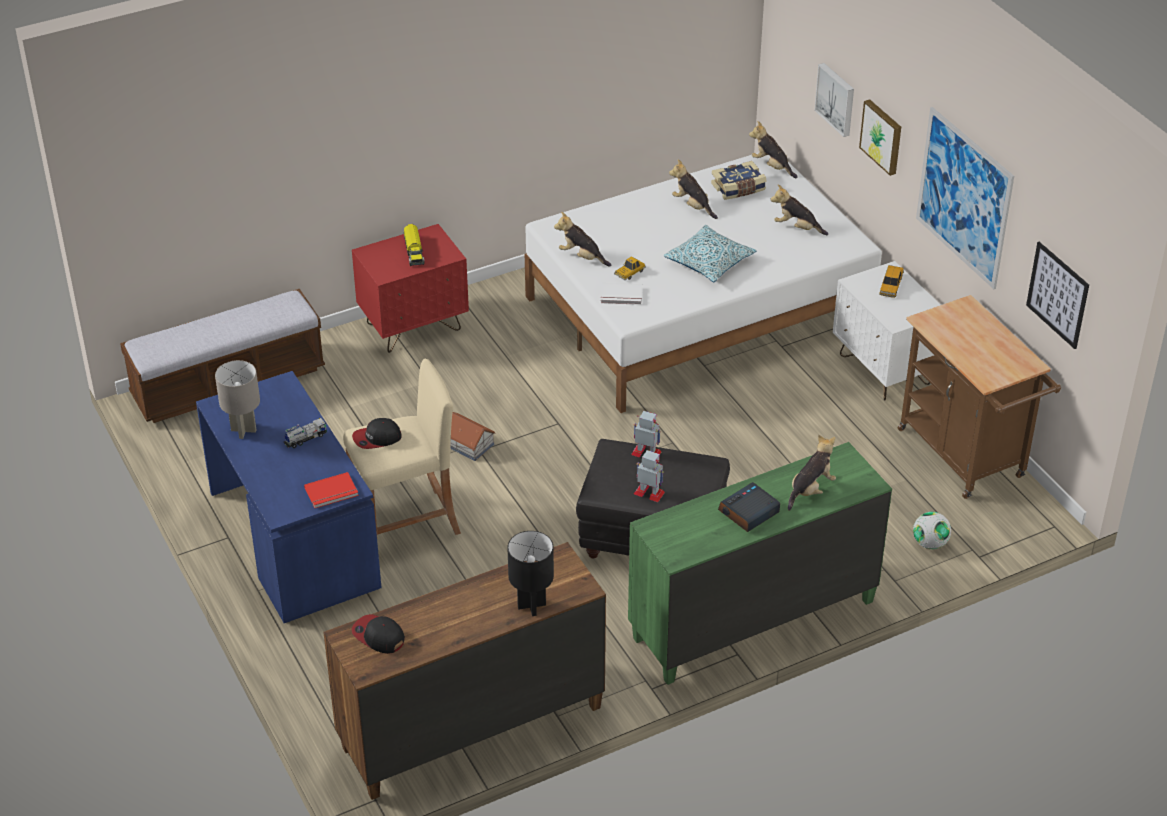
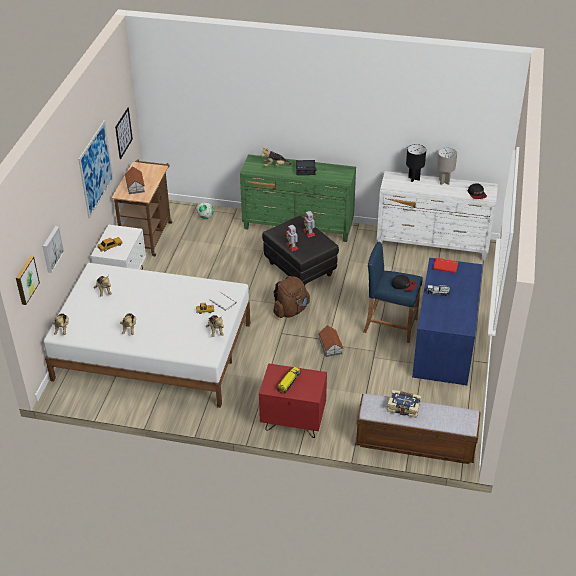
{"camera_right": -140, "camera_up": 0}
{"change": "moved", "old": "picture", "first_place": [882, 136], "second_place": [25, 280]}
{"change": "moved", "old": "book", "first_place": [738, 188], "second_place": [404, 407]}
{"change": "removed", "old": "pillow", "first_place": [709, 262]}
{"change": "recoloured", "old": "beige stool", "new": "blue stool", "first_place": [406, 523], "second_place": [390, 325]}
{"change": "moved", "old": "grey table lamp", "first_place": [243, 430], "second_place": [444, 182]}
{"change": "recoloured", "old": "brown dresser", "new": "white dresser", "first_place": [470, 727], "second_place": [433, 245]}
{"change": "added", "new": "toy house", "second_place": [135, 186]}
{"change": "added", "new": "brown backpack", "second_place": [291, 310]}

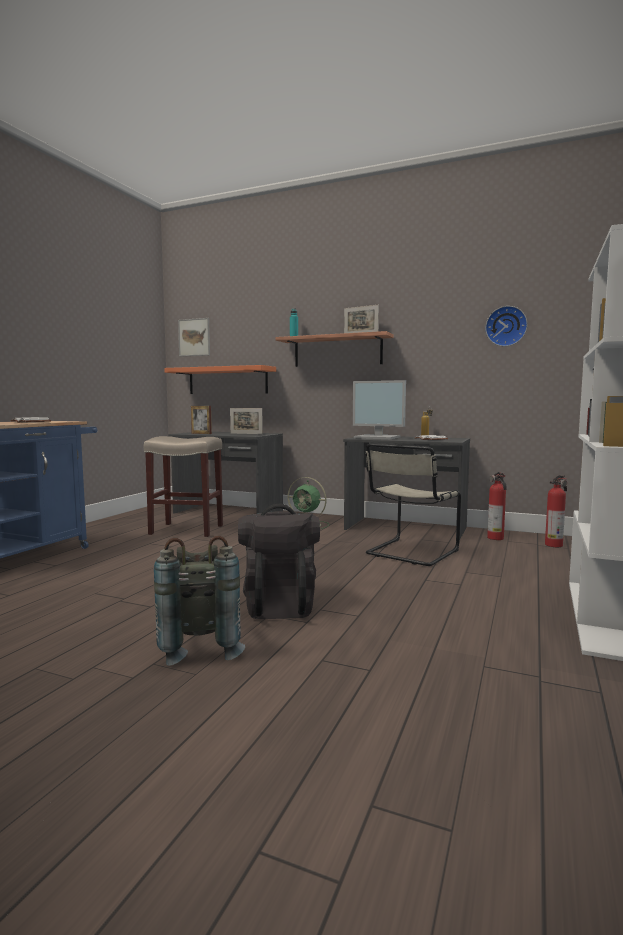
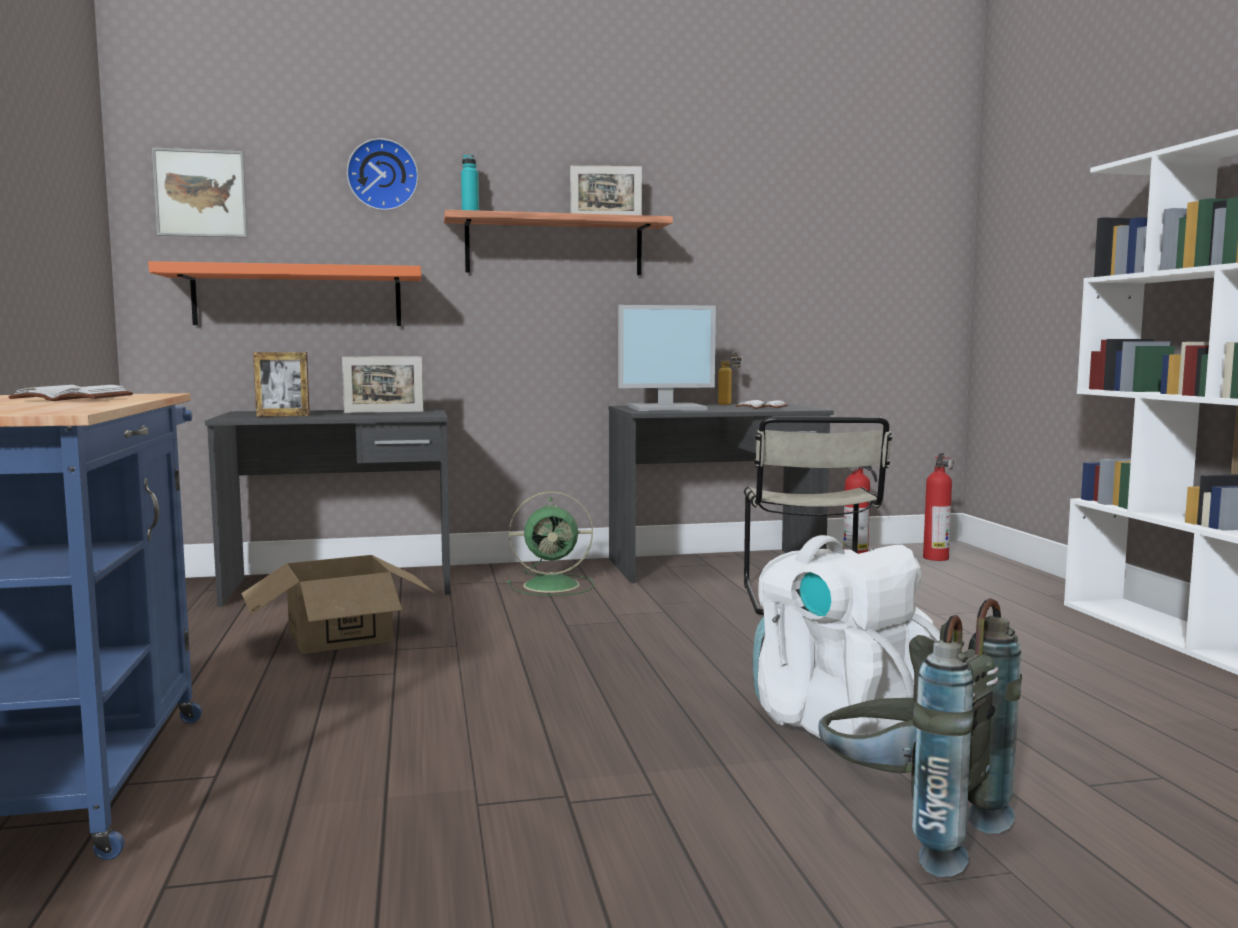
{"camera_right": -35, "camera_up": 0}
{"change": "moved", "old": "wall clock", "first_place": [506, 326], "second_place": [383, 175]}
{"change": "replaced", "old": "beige stool", "new": "cardboard box", "first_place": [185, 530], "second_place": [339, 635]}
{"change": "recoloured", "old": "black backpack", "new": "white backpack", "first_place": [279, 604], "second_place": [840, 724]}

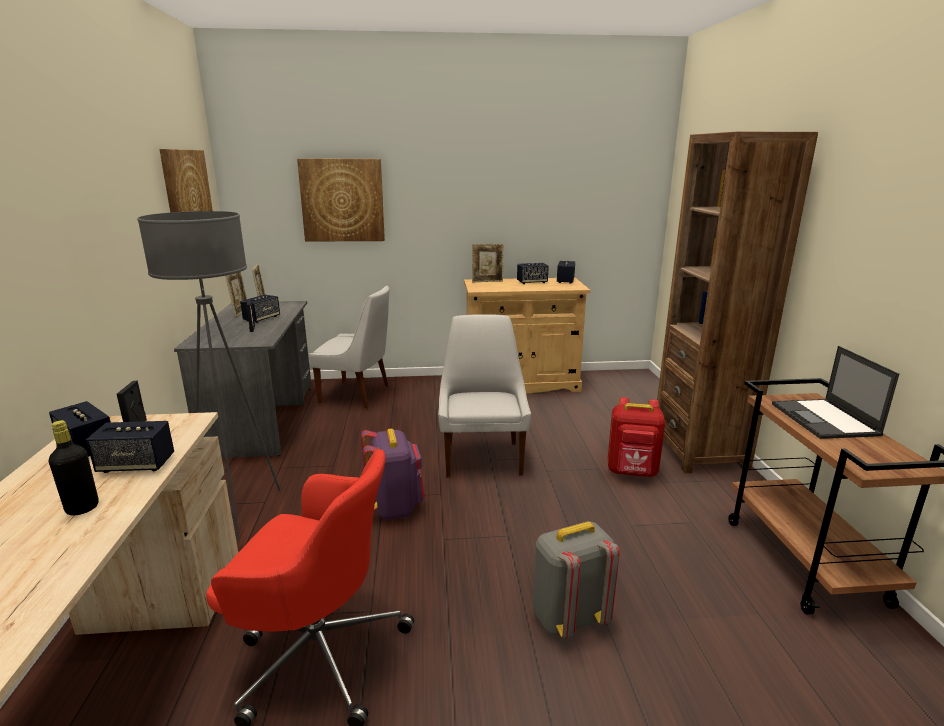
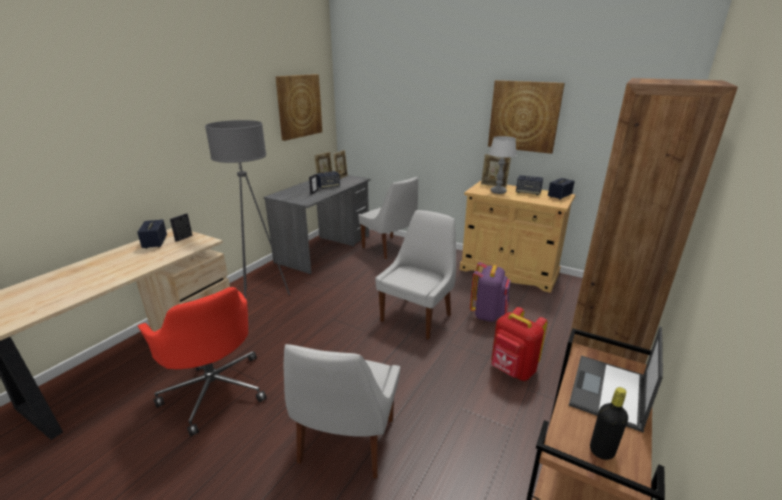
{"camera_right": 35, "camera_up": 5}
{"change": "moved", "old": "picture", "first_place": [342, 200], "second_place": [524, 116]}
{"change": "moved", "old": "black bottle", "first_place": [82, 508], "second_place": [602, 451]}
{"change": "removed", "old": "speaker", "first_place": [136, 465]}
{"change": "moved", "old": "purple backpack", "first_place": [395, 507], "second_place": [488, 314]}
{"change": "replaced", "old": "grey backpack", "new": "white chair", "first_place": [568, 618], "second_place": [345, 443]}
{"change": "added", "new": "table lamp", "second_place": [498, 192]}

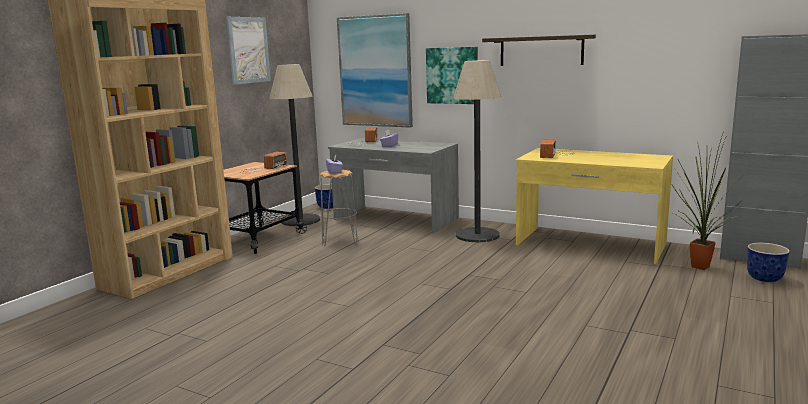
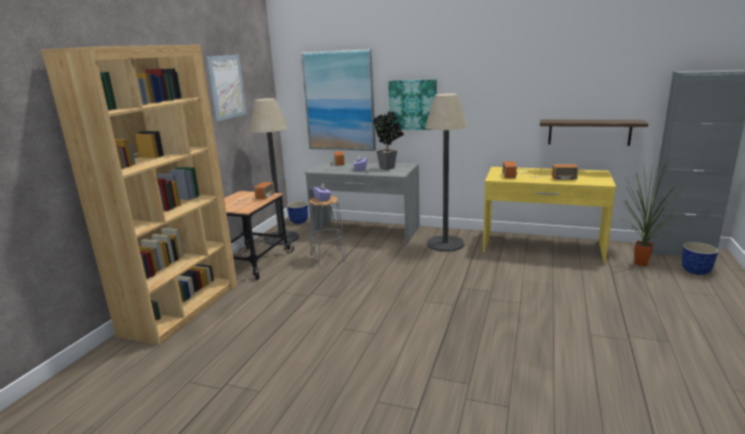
{"camera_right": -10, "camera_up": 5}
{"change": "moved", "old": "shelf", "first_place": [541, 51], "second_place": [589, 132]}
{"change": "added", "new": "potted plant", "second_place": [389, 168]}
{"change": "added", "new": "radio", "second_place": [550, 176]}

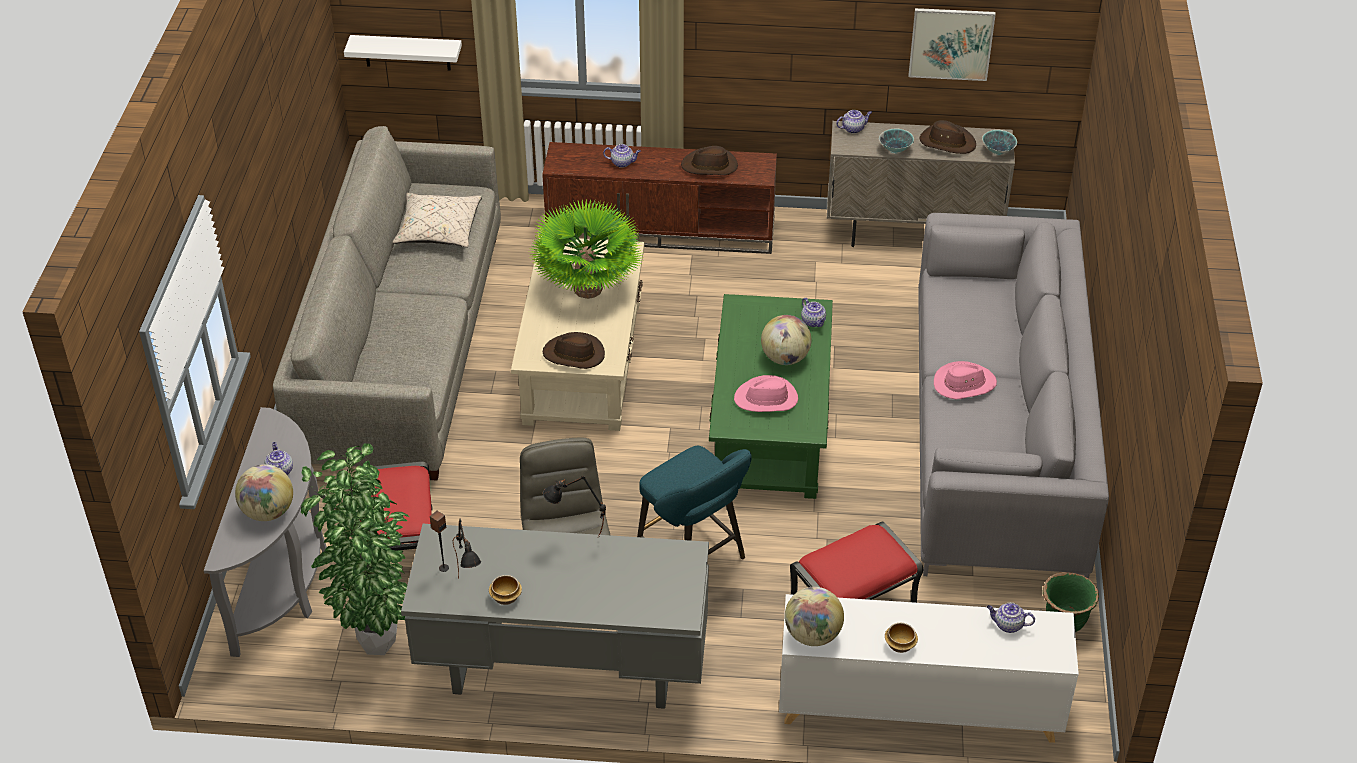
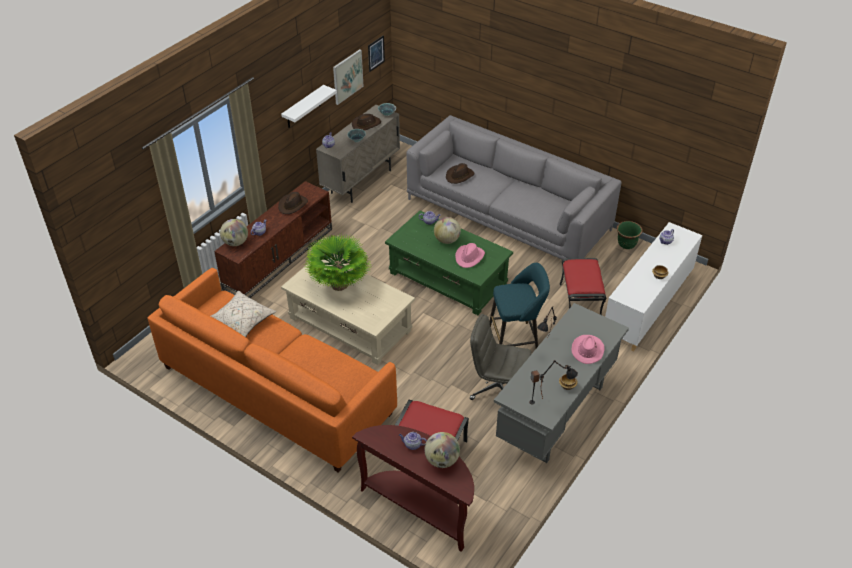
{"camera_right": -60, "camera_up": 0}
{"change": "moved", "old": "white shelf", "first_place": [407, 52], "second_place": [303, 107]}
{"change": "recoloured", "old": "grey sofa", "new": "orange sofa", "first_place": [402, 347], "second_place": [276, 390]}
{"change": "moved", "old": "brown hat", "first_place": [574, 354], "second_place": [459, 176]}
{"change": "moved", "old": "pink hat", "first_place": [964, 384], "second_place": [587, 350]}
{"change": "recoloured", "old": "grey console table", "new": "brown console table", "first_place": [284, 581], "second_place": [420, 507]}
{"change": "removed", "old": "potted plant", "first_place": [375, 641]}
{"change": "moved", "old": "globe", "first_place": [812, 635], "second_place": [235, 243]}
{"change": "added", "new": "picture", "second_place": [376, 53]}

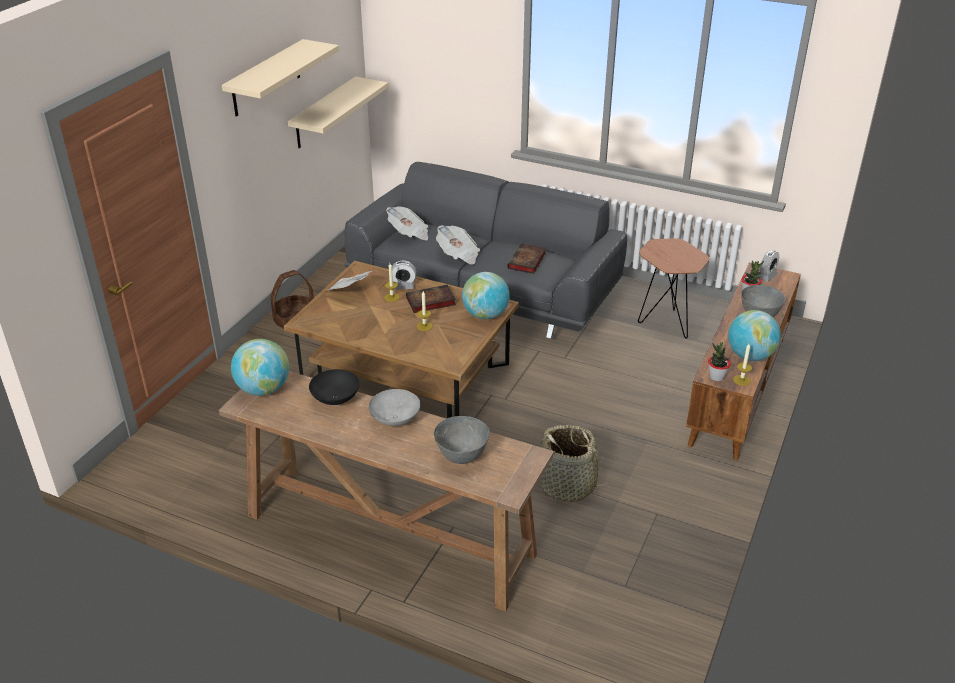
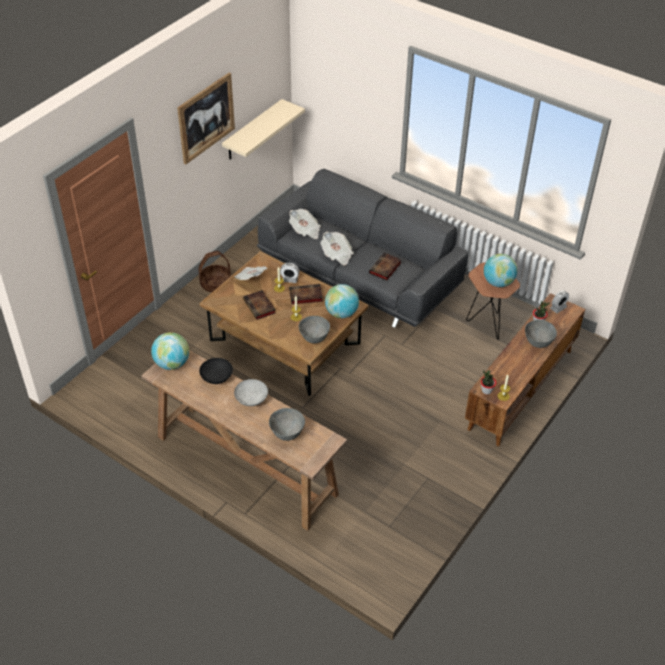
{"camera_right": 10, "camera_up": 10}
{"change": "replaced", "old": "beige shelf", "new": "picture", "first_place": [266, 78], "second_place": [206, 118]}
{"change": "moved", "old": "globe", "first_place": [750, 356], "second_place": [498, 282]}
{"change": "removed", "old": "basket", "first_place": [568, 485]}
{"change": "added", "new": "book", "second_place": [260, 307]}
{"change": "added", "new": "grey bowl", "second_place": [314, 338]}

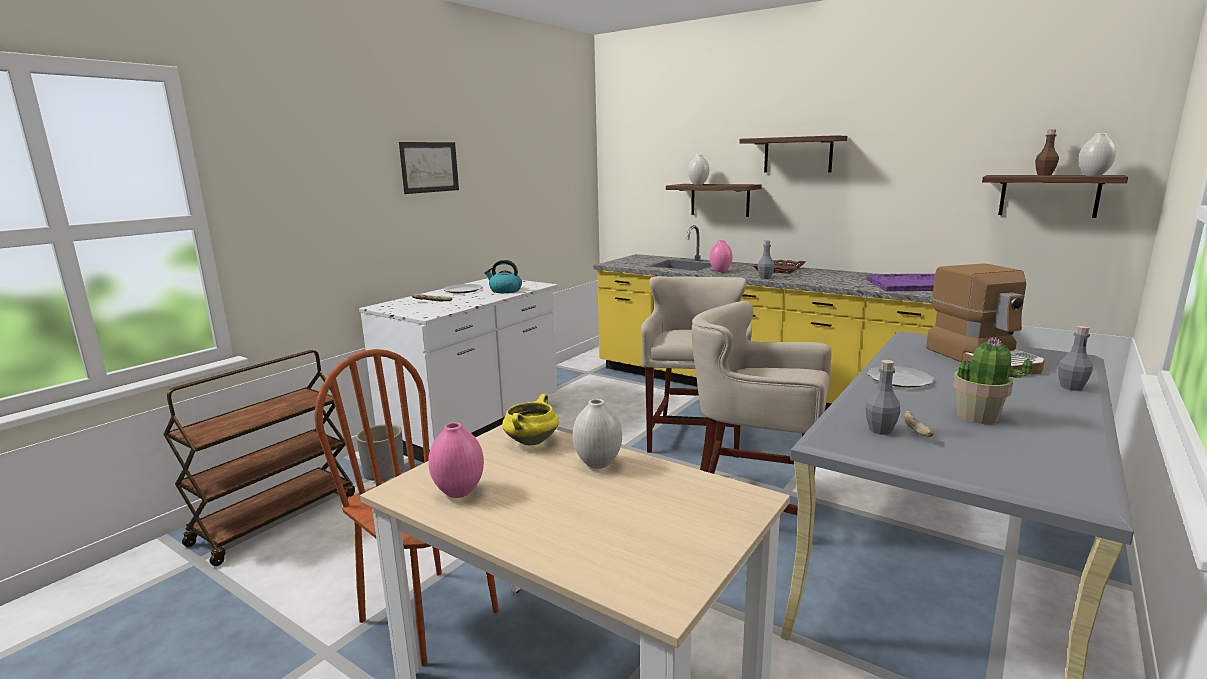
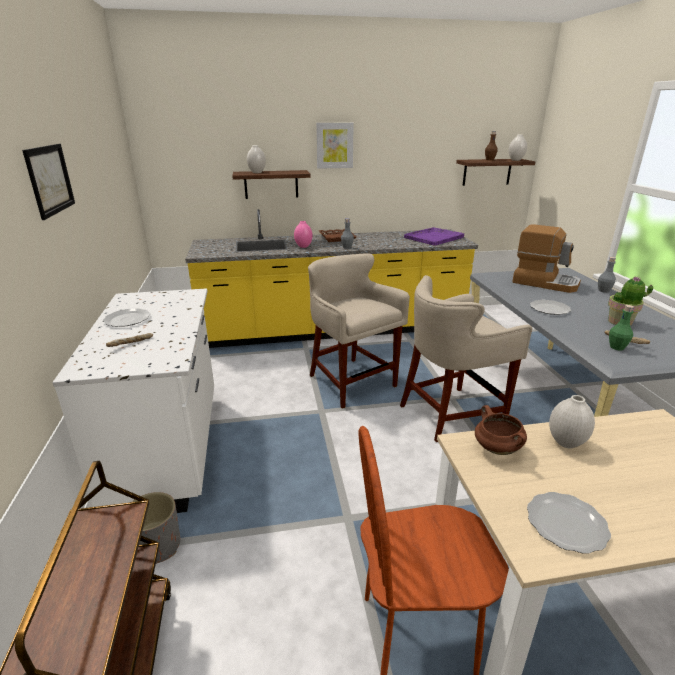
{"camera_right": -45, "camera_up": 10}
{"change": "replaced", "old": "shelf", "new": "picture", "first_place": [798, 155], "second_place": [334, 145]}
{"change": "removed", "old": "kettle", "first_place": [505, 290]}
{"change": "recoloured", "old": "grey bottle", "new": "green bottle", "first_place": [880, 430], "second_place": [617, 347]}
{"change": "recoloured", "old": "yellow cooking pot", "new": "brown cooking pot", "first_place": [531, 441], "second_place": [496, 449]}
{"change": "replaced", "old": "pink vase", "new": "plate", "first_place": [459, 491], "second_place": [565, 523]}

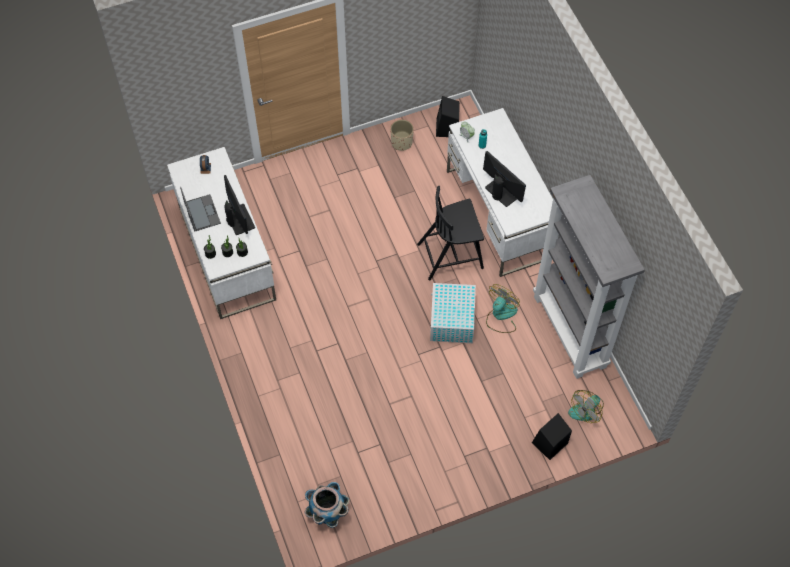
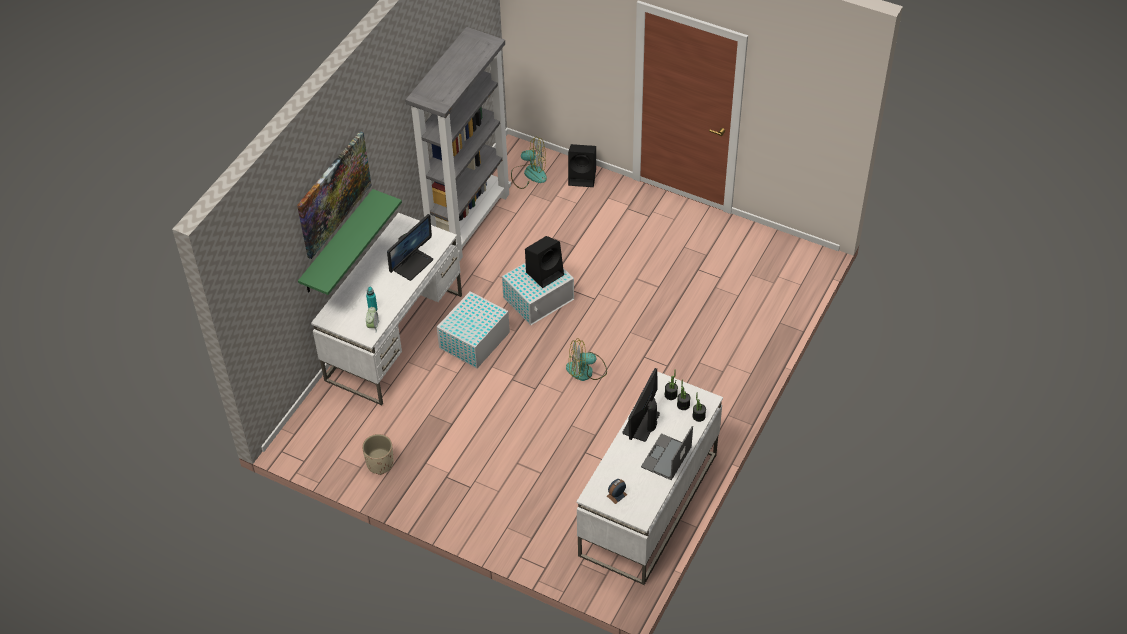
{"camera_right": -130, "camera_up": -10}
{"change": "moved", "old": "black speaker", "first_place": [447, 128], "second_place": [545, 273]}
{"change": "turned", "old": "monitor", "first_place": [502, 192], "second_place": [412, 264], "degrees": -150}
{"change": "replaced", "old": "black chair", "new": "white storage box", "first_place": [451, 255], "second_place": [473, 341]}
{"change": "moved", "old": "fan", "first_place": [501, 316], "second_place": [586, 370]}
{"change": "removed", "old": "planter", "first_place": [328, 513]}
{"change": "added", "new": "picture", "second_place": [333, 194]}
{"change": "added", "new": "green shelf", "second_place": [337, 243]}

